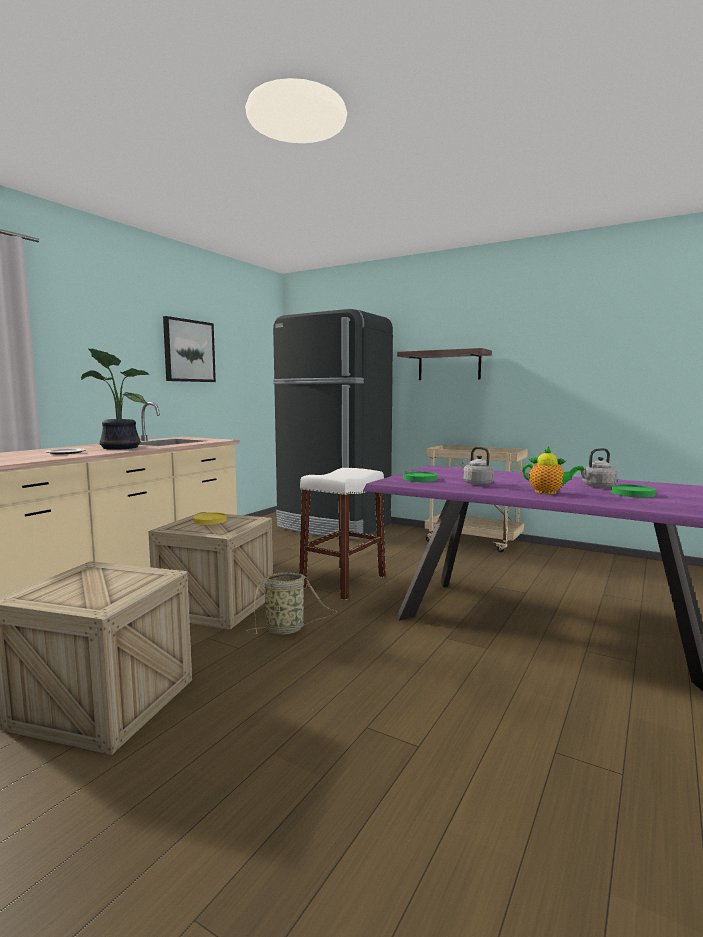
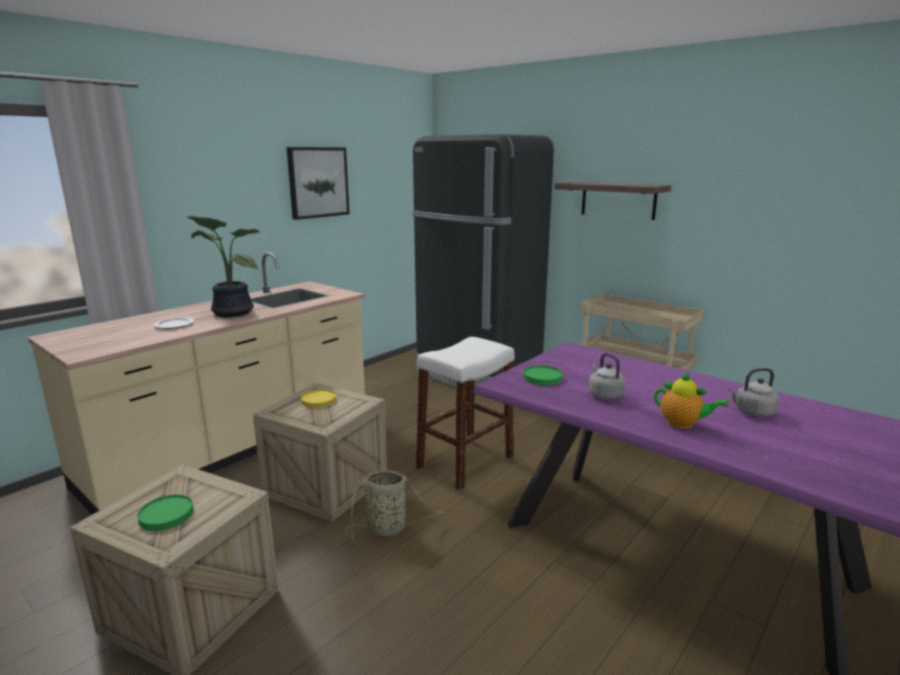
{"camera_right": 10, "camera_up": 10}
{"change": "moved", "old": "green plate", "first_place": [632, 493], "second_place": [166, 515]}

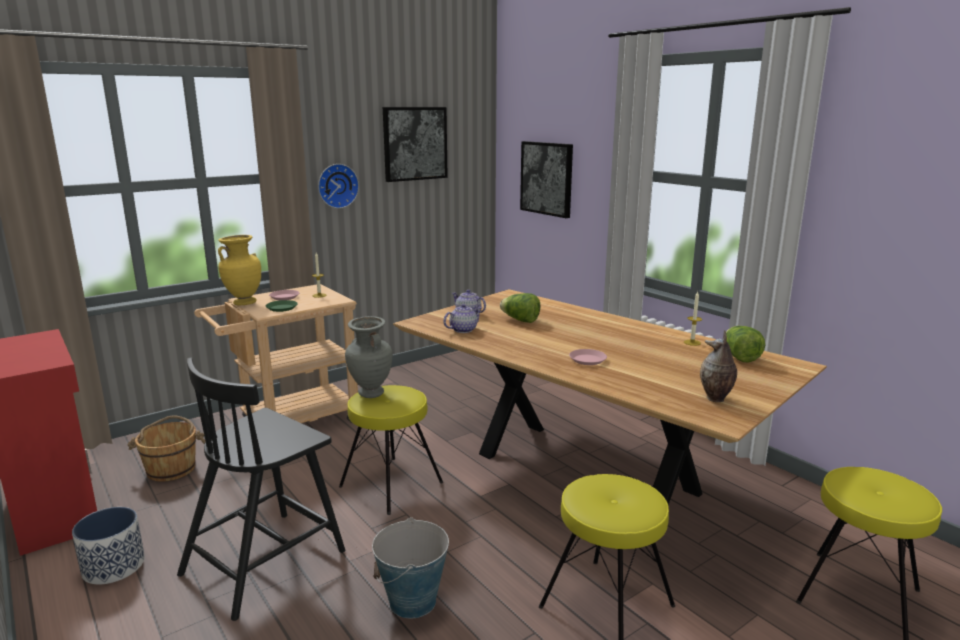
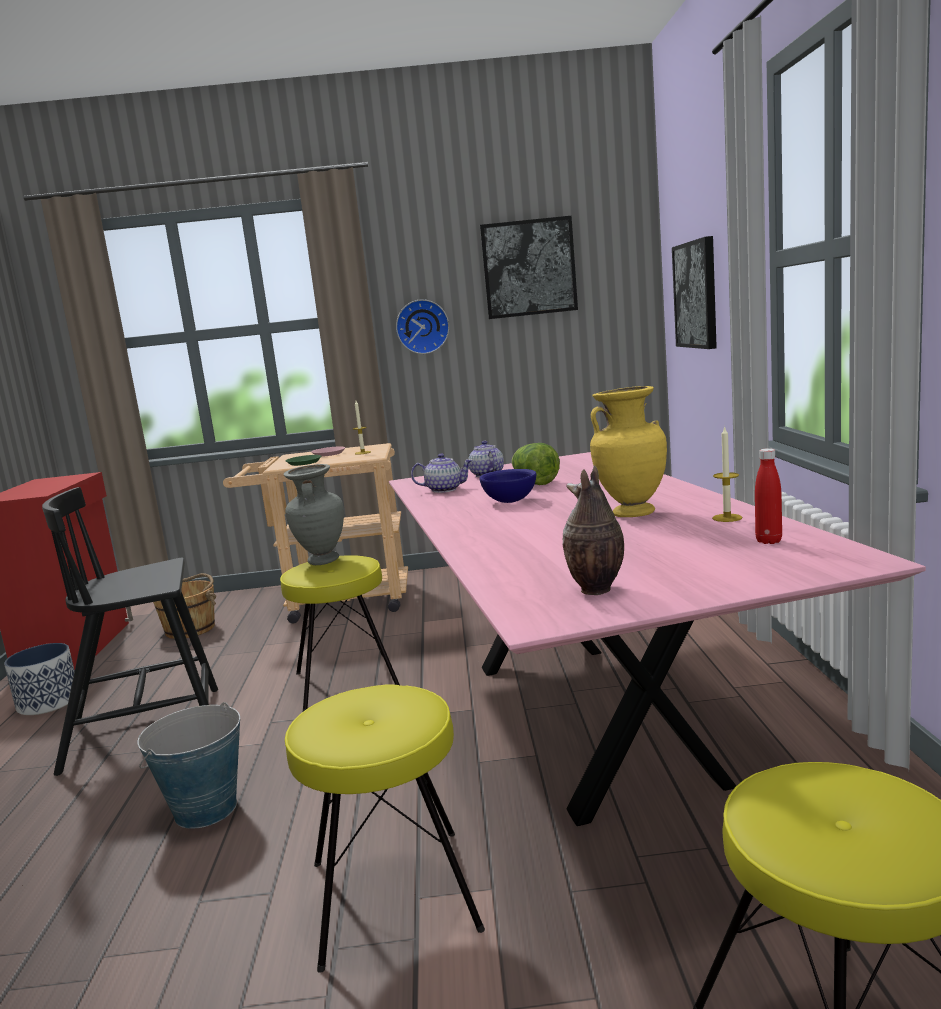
{"camera_right": 35, "camera_up": -5}
{"change": "moved", "old": "yellow vase", "first_place": [244, 303], "second_place": [632, 513]}
{"change": "recoloured", "old": "brown dining table", "new": "pink dining table", "first_place": [583, 472], "second_place": [586, 716]}
{"change": "replaced", "old": "lettuce", "new": "red bottle", "first_place": [739, 357], "second_place": [768, 541]}
{"change": "removed", "old": "pink plate", "first_place": [587, 360]}
{"change": "added", "new": "blue bowl", "second_place": [509, 501]}

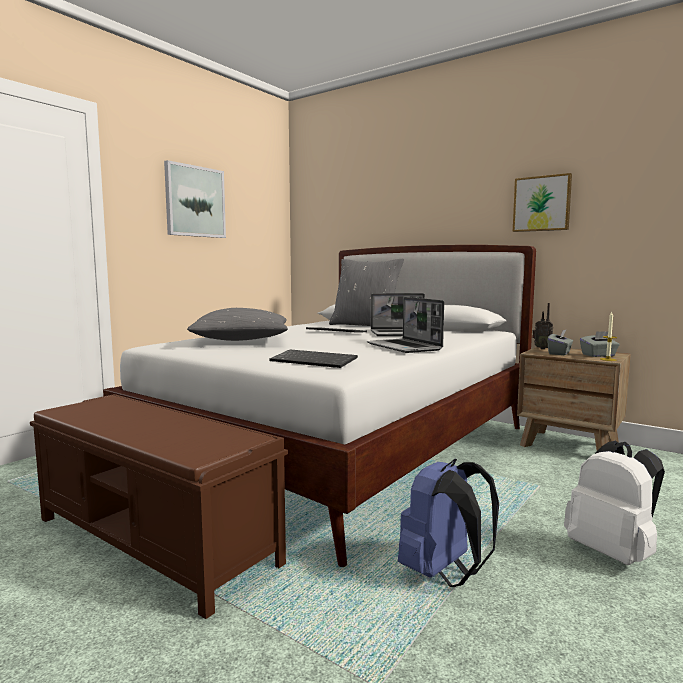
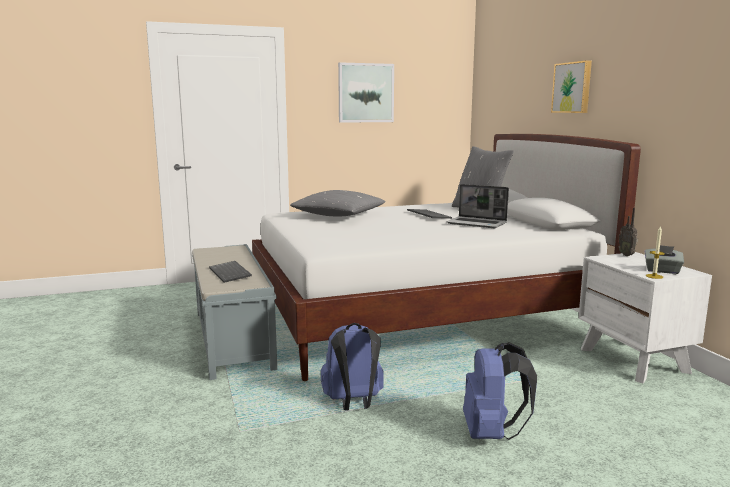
{"camera_right": 35, "camera_up": 5}
{"change": "moved", "old": "picture", "first_place": [542, 204], "second_place": [572, 87]}
{"change": "removed", "old": "laptop", "first_place": [405, 347]}
{"change": "removed", "old": "grey tissue box", "first_place": [559, 353]}
{"change": "recoloured", "old": "brown nightstand", "new": "white nightstand", "first_place": [570, 445], "second_place": [634, 360]}
{"change": "moved", "old": "keyboard", "first_place": [315, 361], "second_place": [231, 273]}
{"change": "recoloured", "old": "brown bench", "new": "grey bench", "first_place": [155, 541], "second_place": [233, 339]}
{"change": "recoloured", "old": "white backpack", "new": "blue backpack", "first_place": [612, 553], "second_place": [492, 433]}

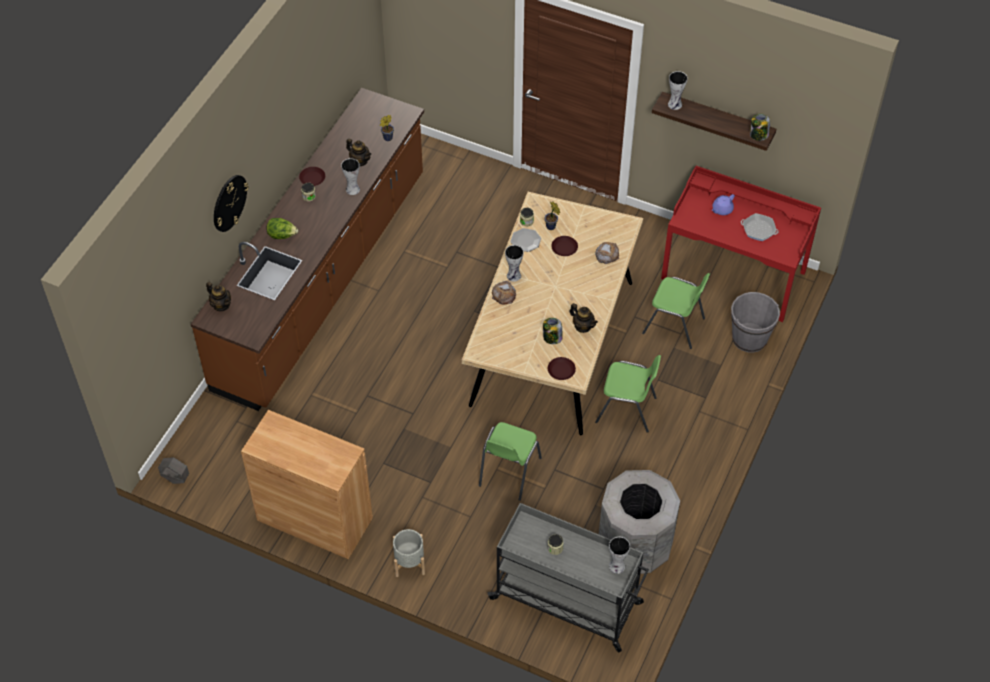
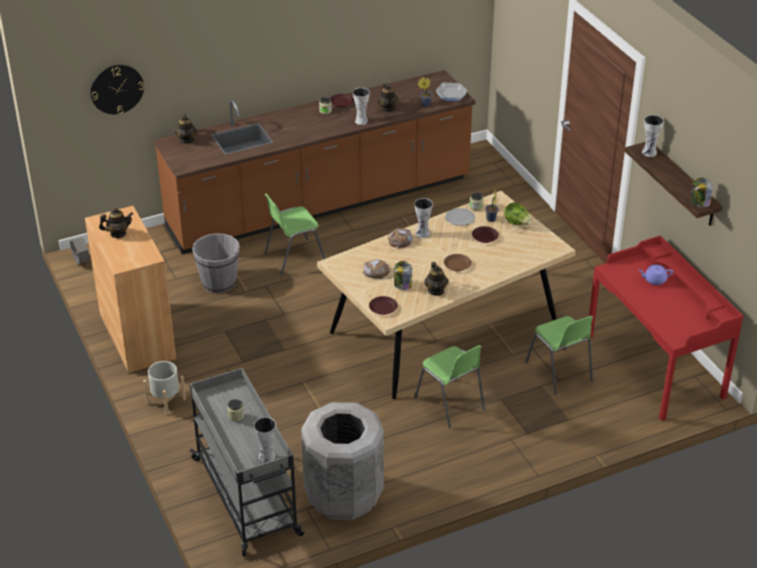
{"camera_right": 40, "camera_up": -15}
{"change": "moved", "old": "wall clock", "first_place": [229, 203], "second_place": [117, 89]}
{"change": "moved", "old": "frying pan", "first_place": [758, 229], "second_place": [451, 94]}
{"change": "moved", "old": "lettuce", "first_place": [282, 235], "second_place": [517, 223]}
{"change": "moved", "old": "bread", "first_place": [607, 254], "second_place": [376, 271]}
{"change": "moved", "old": "grey bucket", "first_place": [749, 338], "second_place": [219, 282]}
{"change": "moved", "old": "green chair", "first_place": [509, 472], "second_place": [294, 257]}
{"change": "added", "new": "teapot", "second_place": [118, 233]}
{"change": "added", "new": "brown plate", "second_place": [457, 265]}

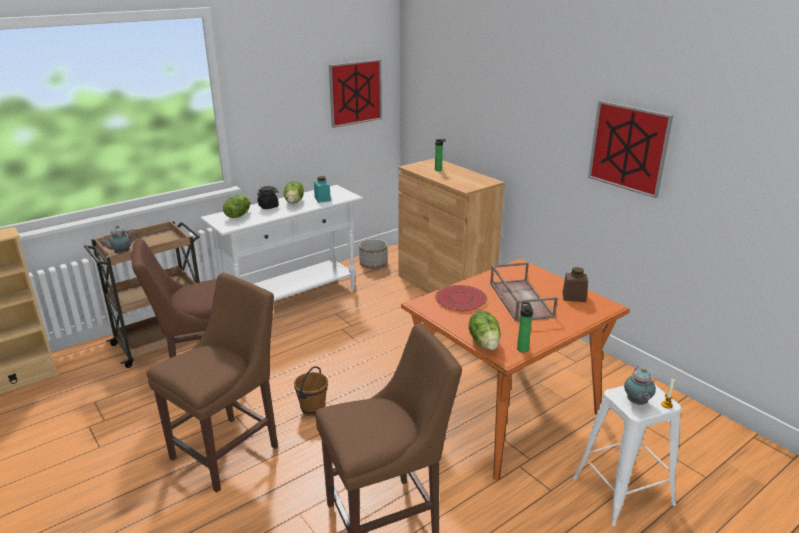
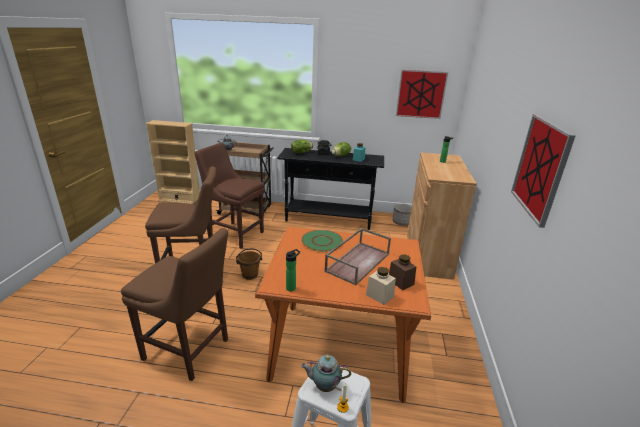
{"camera_right": 45, "camera_up": 0}
{"change": "recoloured", "old": "white console table", "new": "black console table", "first_place": [292, 299], "second_place": [329, 219]}
{"change": "recoloured", "old": "red plate", "new": "green plate", "first_place": [461, 299], "second_place": [322, 241]}
{"change": "removed", "old": "lettuce", "first_place": [485, 342]}
{"change": "turned", "old": "teapot", "first_place": [636, 403], "second_place": [324, 386], "degrees": 45}
{"change": "added", "new": "beige jar", "second_place": [379, 295]}

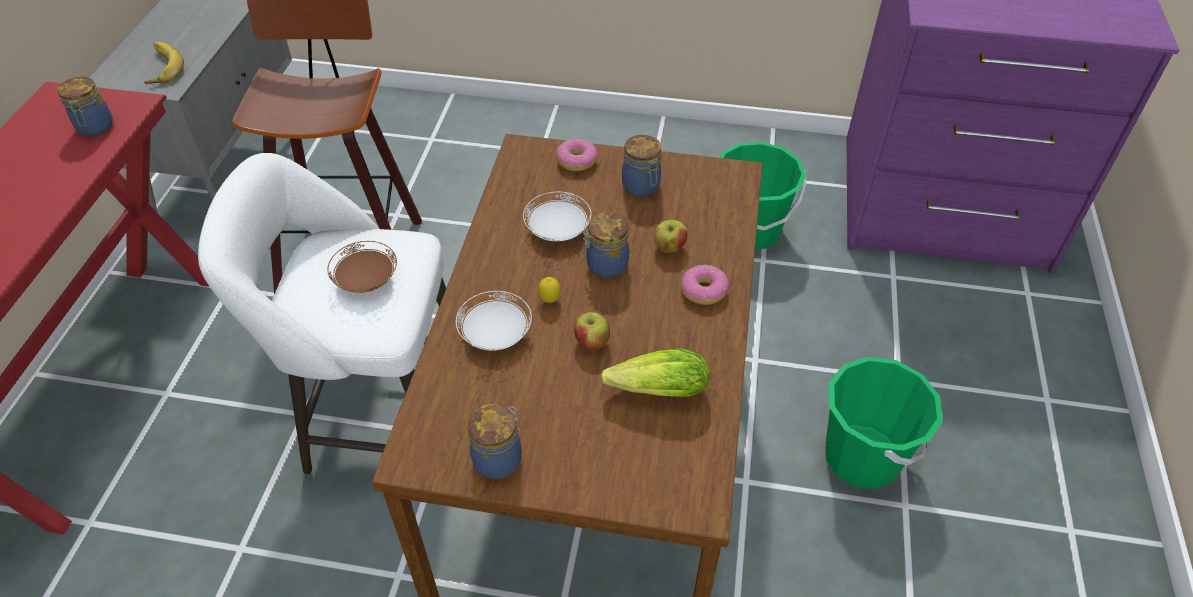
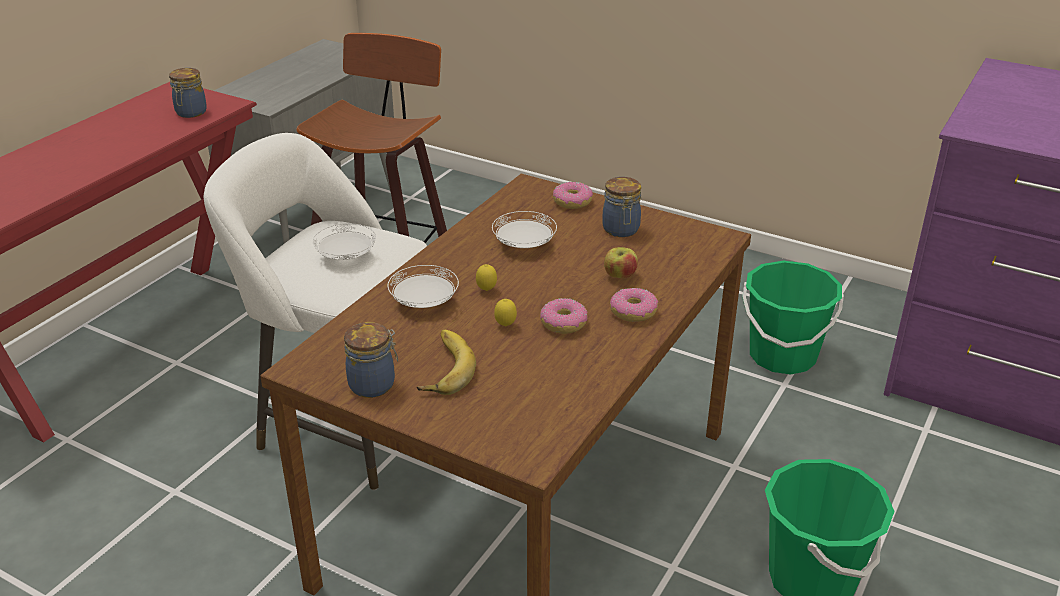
{"camera_right": 20, "camera_up": -15}
{"change": "moved", "old": "banana", "first_place": [160, 68], "second_place": [442, 368]}
{"change": "removed", "old": "jar", "first_place": [605, 265]}
{"change": "recoloured", "old": "brown plate", "new": "white plate", "first_place": [366, 280], "second_place": [346, 256]}
{"change": "replaced", "old": "apple", "new": "lemon", "first_place": [591, 342], "second_place": [505, 325]}
{"change": "removed", "old": "lettuce", "first_place": [653, 390]}
{"change": "added", "new": "donut", "second_place": [564, 323]}

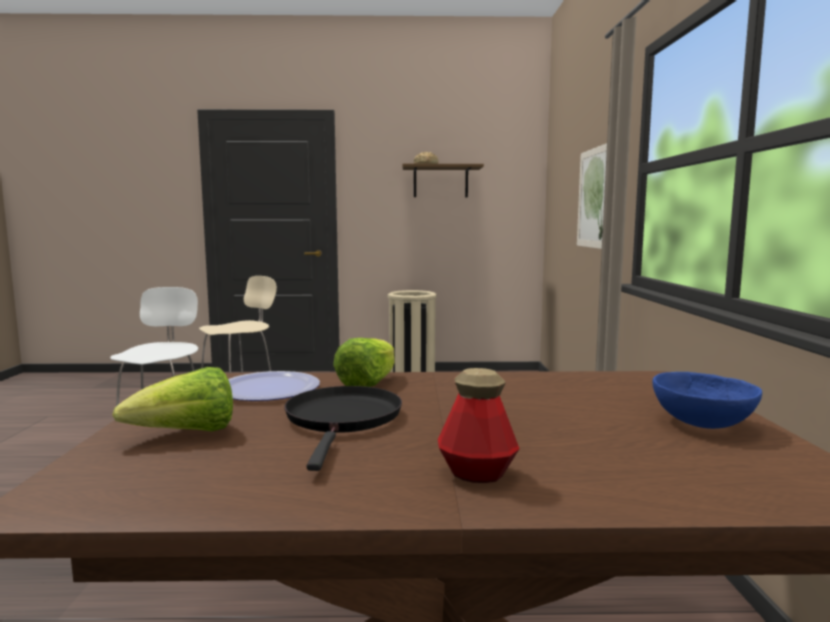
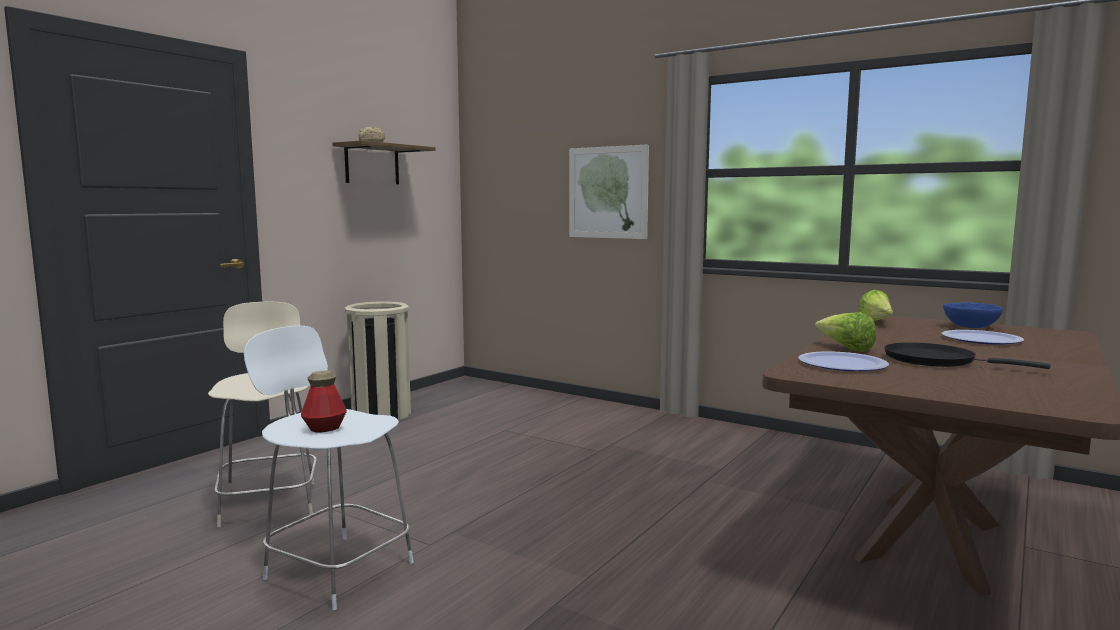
{"camera_right": -55, "camera_up": 0}
{"change": "moved", "old": "lettuce", "first_place": [187, 434], "second_place": [876, 322]}
{"change": "moved", "old": "bottle", "first_place": [477, 473], "second_place": [324, 428]}
{"change": "added", "new": "plate", "second_place": [981, 339]}

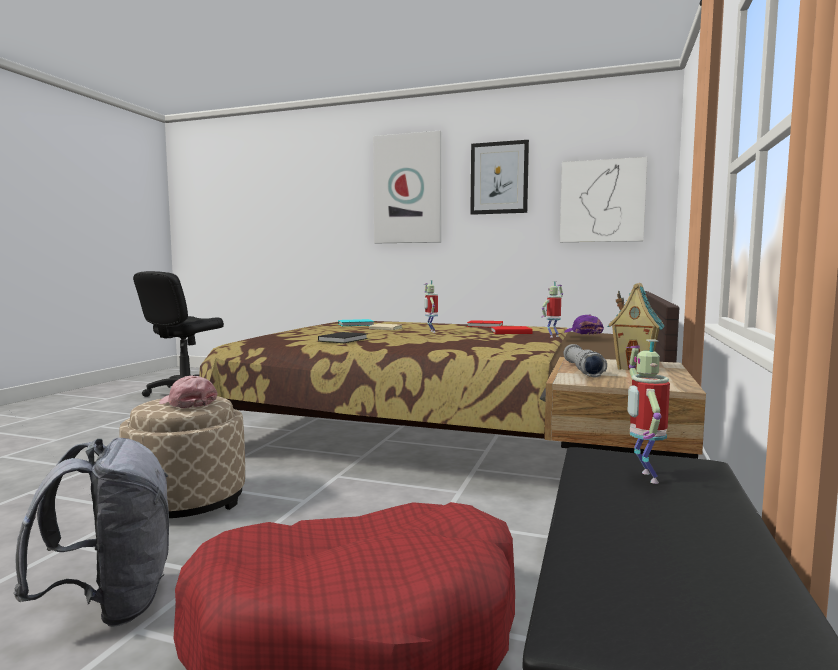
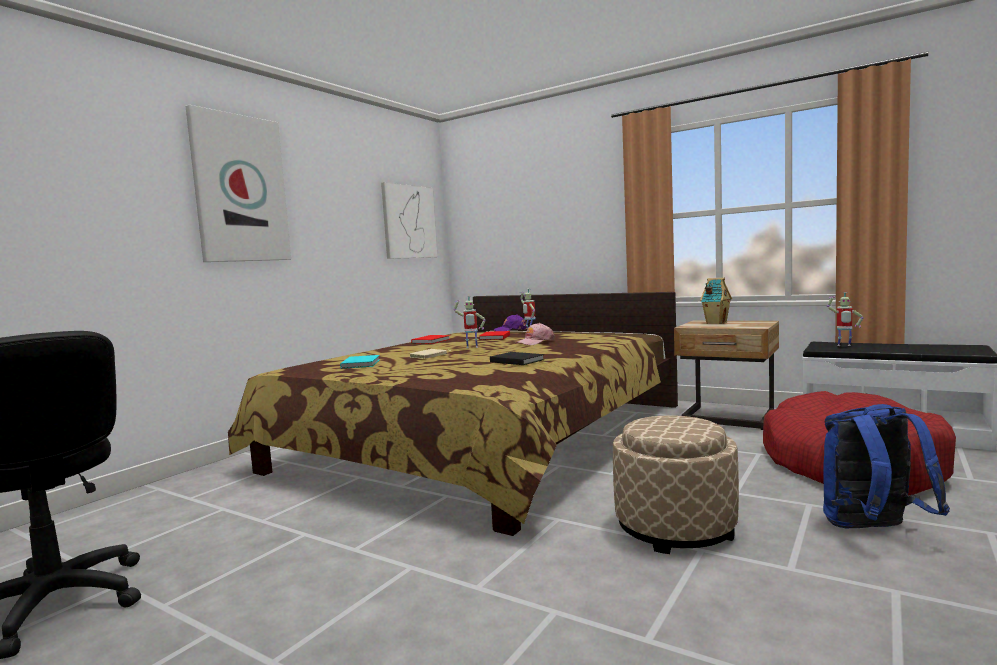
{"camera_right": -75, "camera_up": 0}
{"change": "removed", "old": "picture", "first_place": [499, 178]}
{"change": "removed", "old": "grey flashlight", "first_place": [582, 370]}
{"change": "moved", "old": "pink cap", "first_place": [187, 403], "second_place": [535, 342]}
{"change": "recoloured", "old": "grey backpack", "new": "blue backpack", "first_place": [111, 605], "second_place": [873, 530]}

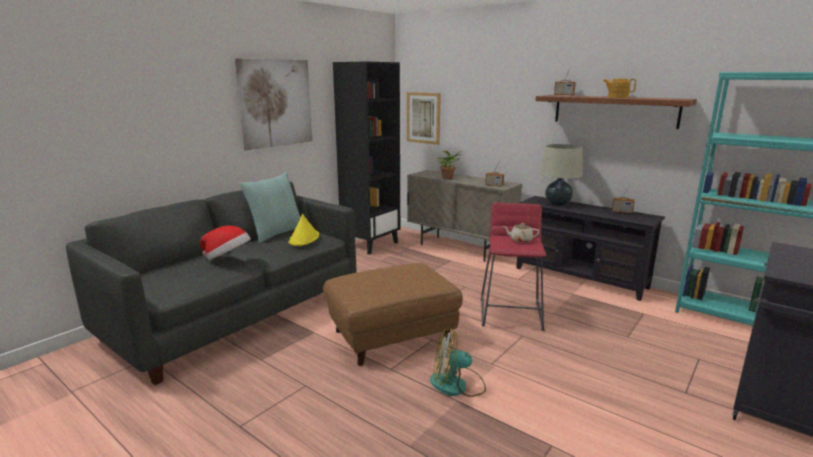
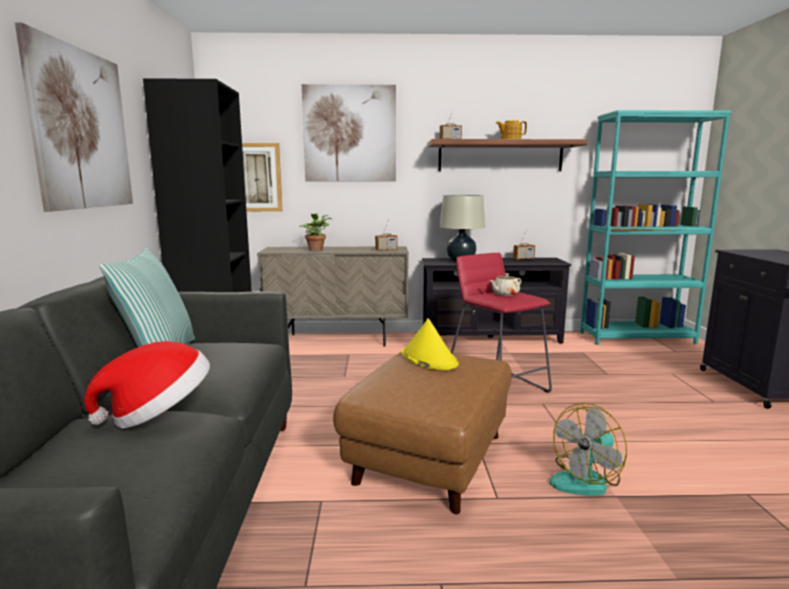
{"camera_right": -40, "camera_up": -5}
{"change": "moved", "old": "yellow hat", "first_place": [304, 239], "second_place": [428, 358]}
{"change": "added", "new": "picture", "second_place": [350, 134]}

